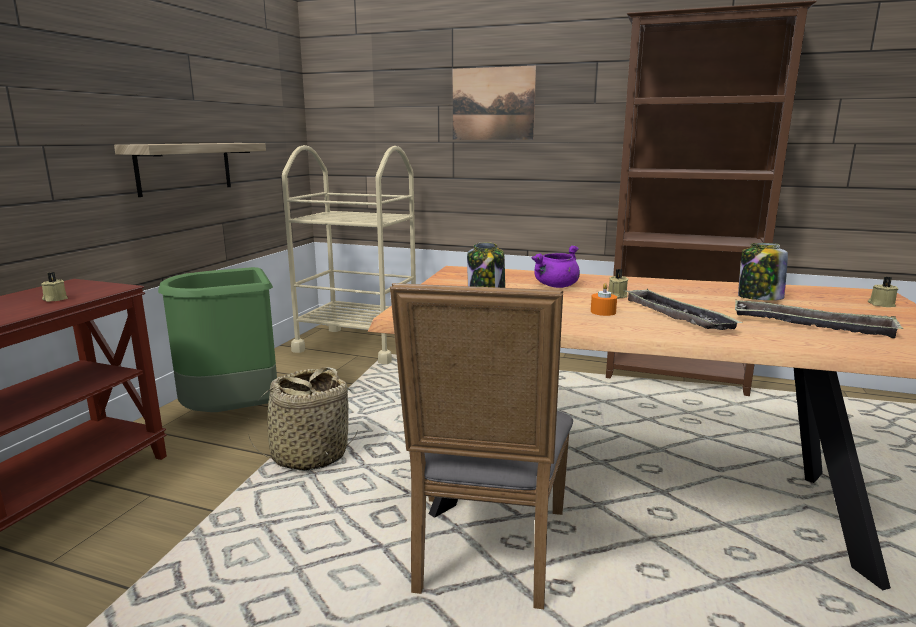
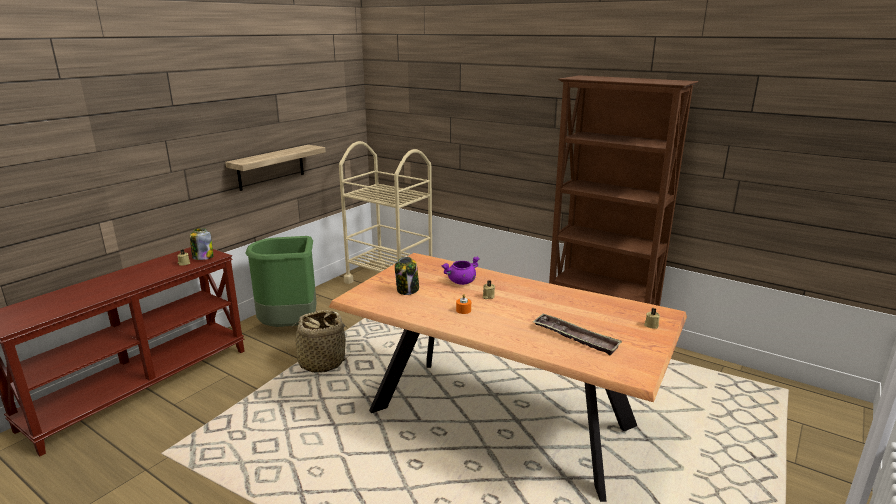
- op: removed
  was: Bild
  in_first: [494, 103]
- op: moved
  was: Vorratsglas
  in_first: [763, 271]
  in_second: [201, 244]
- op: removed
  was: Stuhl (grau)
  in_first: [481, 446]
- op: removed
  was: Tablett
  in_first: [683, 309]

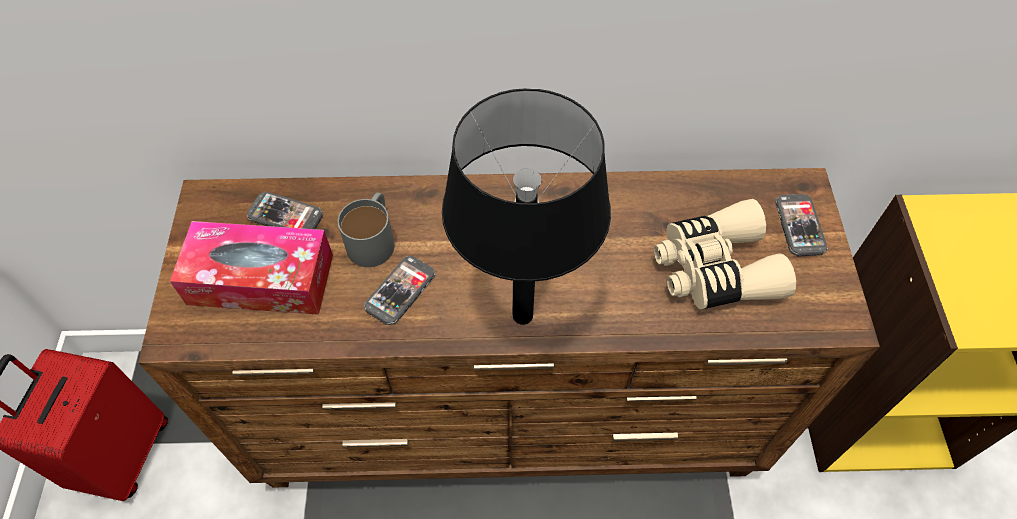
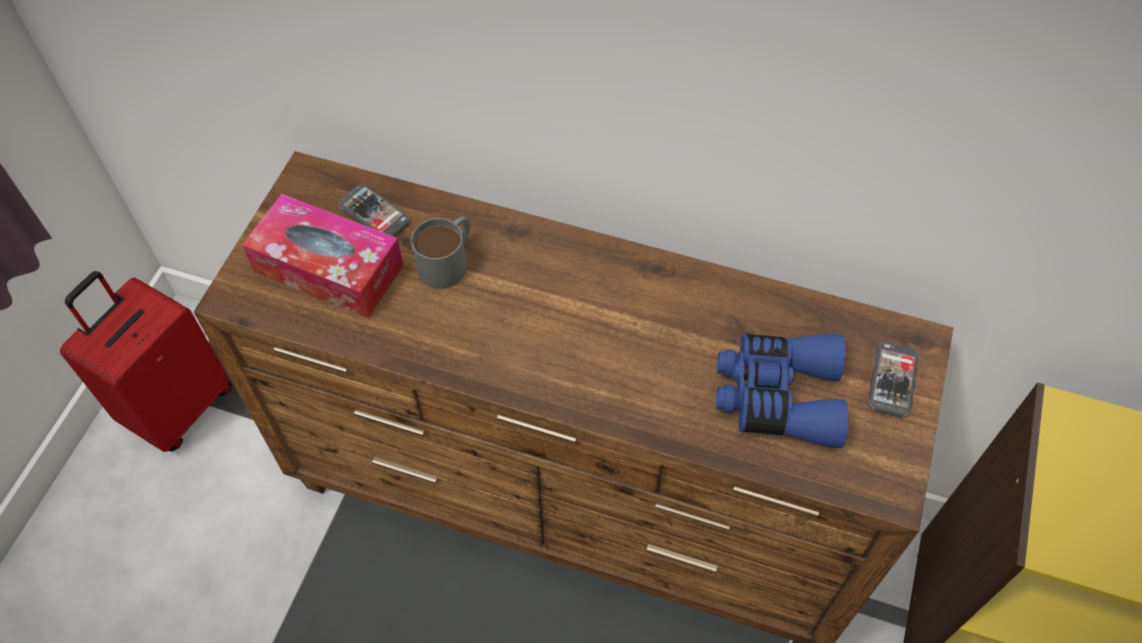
- op: removed
  was: Tischlampe (schwarz)
  in_first: [526, 206]
- op: recoloured
  was: Fernglas (beige)
  now: Fernglas (blau)
  in_first: [725, 254]
  in_second: [782, 391]
- op: removed
  was: Handy
  in_first: [399, 290]

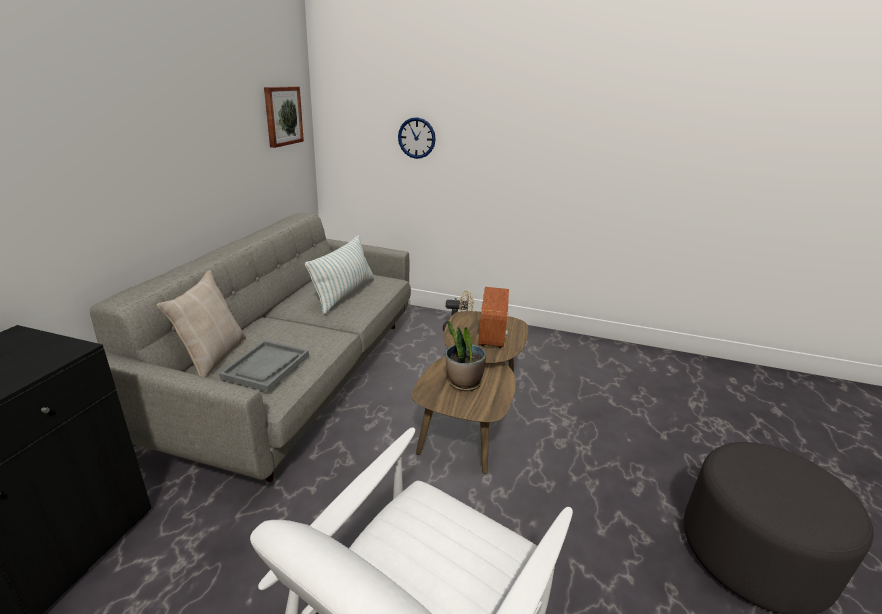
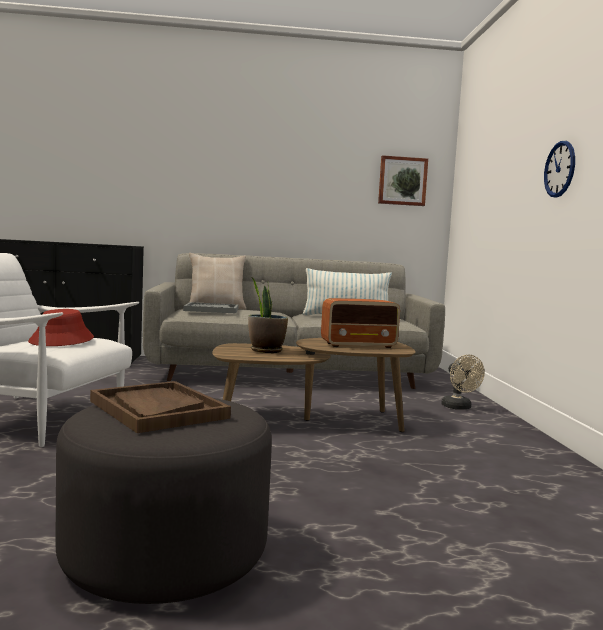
- op: moved
  was: Wanduhr
  in_first: [417, 138]
  in_second: [559, 169]
- op: added
  now: Hut (rot)
  in_second: [61, 327]
- op: added
  now: Tablett (braun)
  in_second: [160, 407]

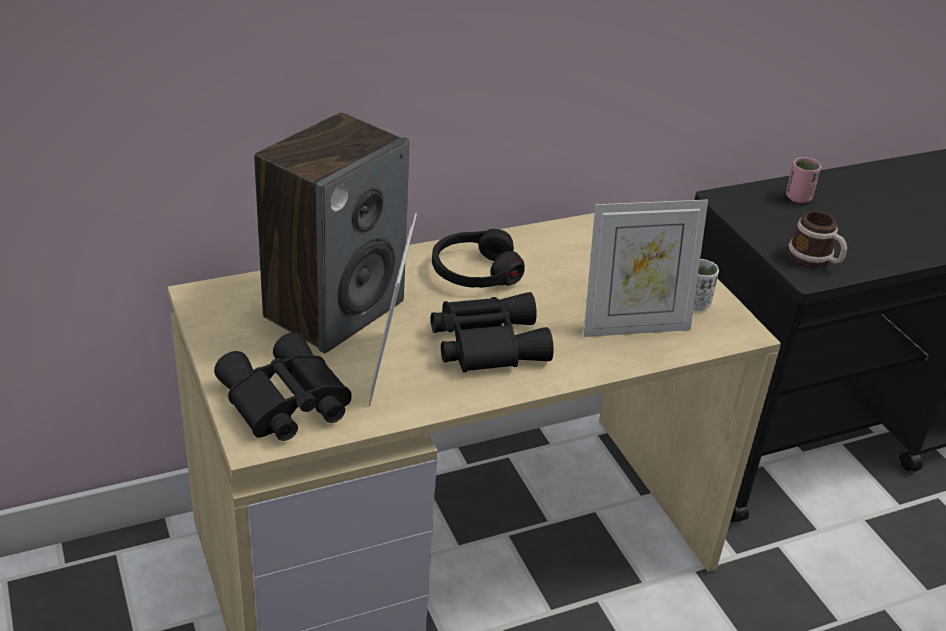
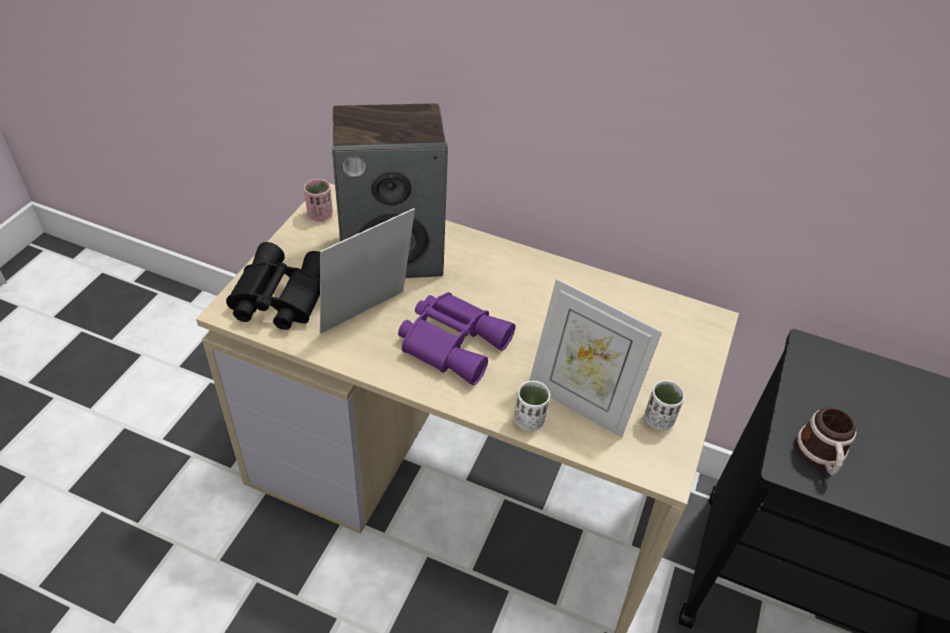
- op: moved
  was: Tasse (rosa)
  in_first: [803, 180]
  in_second: [318, 200]
- op: removed
  was: Kopfhörer (schwarz)
  in_first: [478, 258]
- op: recoloured
  was: Fernglas (schwarz)
  now: Fernglas (lila)
  in_first: [492, 332]
  in_second: [456, 338]
- op: added
  now: Tasse (weiß)
  in_second: [532, 406]

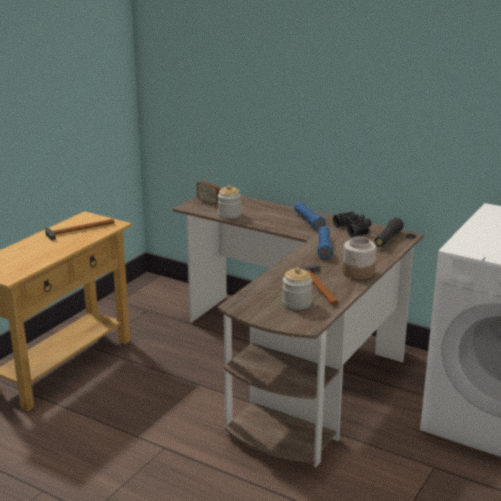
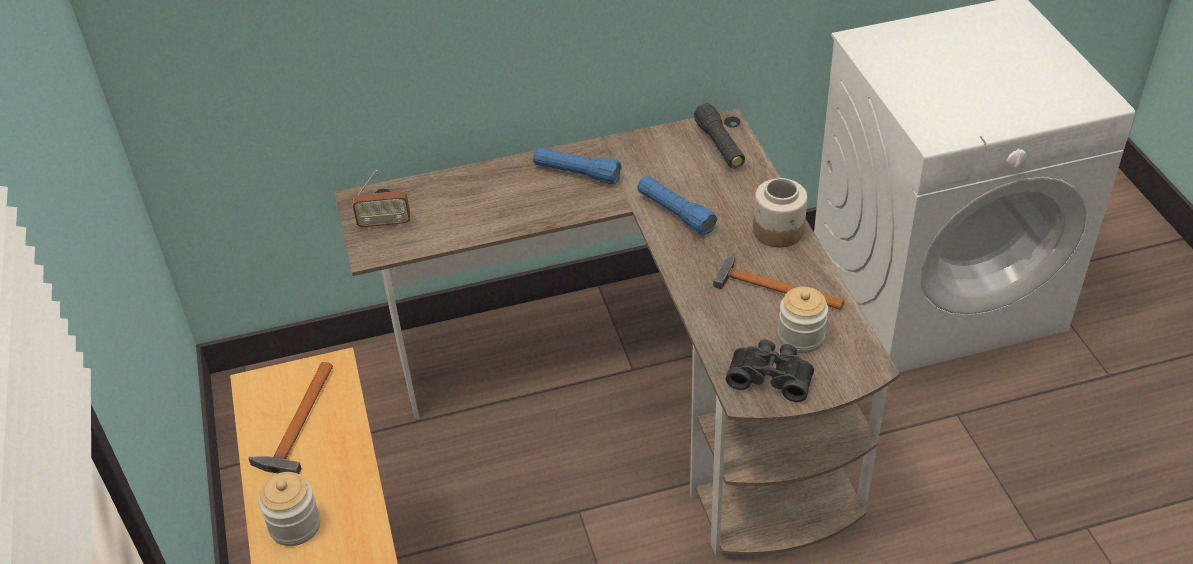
- op: moved
  was: Vorratsglas
  in_first: [229, 202]
  in_second: [289, 509]
- op: moved
  was: Fernglas (schwarz)
  in_first: [352, 224]
  in_second: [769, 371]

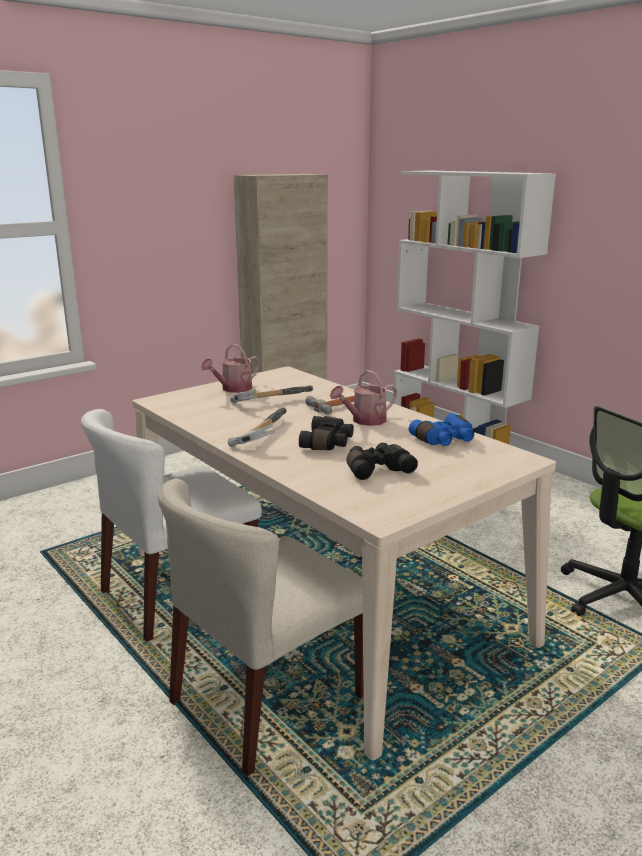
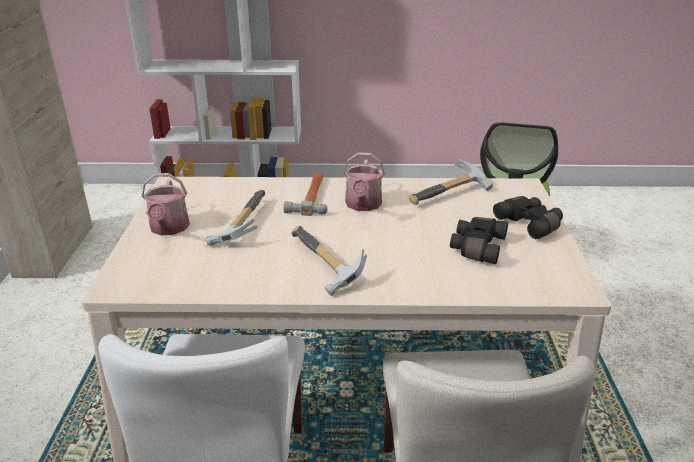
- op: replaced
  was: Fernglas (blau)
  now: Hammer
  in_first: [441, 429]
  in_second: [451, 182]
- op: moved
  was: Fernglas (schwarz)
  in_first: [326, 433]
  in_second: [528, 217]

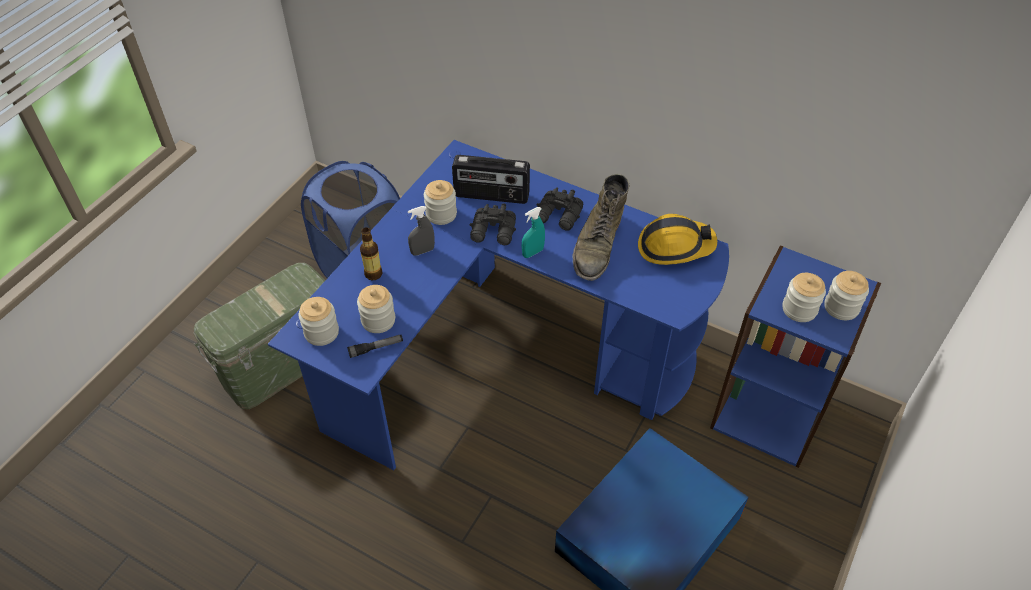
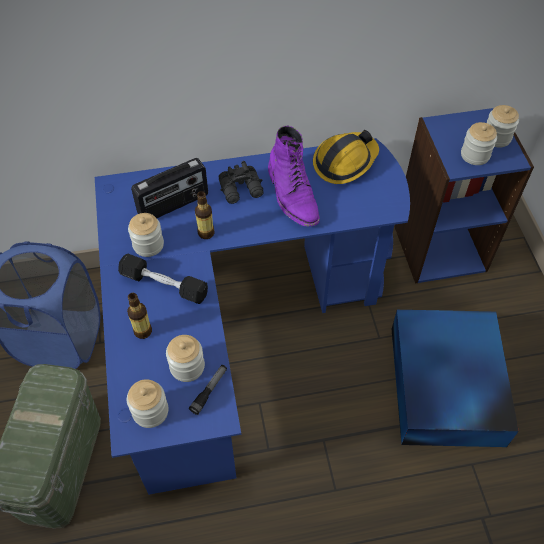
- op: recoloured
  was: Stiefel (grün)
  now: Stiefel (lila)
  in_first: [601, 227]
  in_second: [294, 176]
- op: replaced
  was: Fernglas (schwarz)
  now: Flasche
  in_first: [493, 224]
  in_second: [205, 215]
- op: replaced
  was: Sprühflasche (grau)
  now: Hantel (schwarz)
  in_first: [421, 231]
  in_second: [163, 279]
- op: removed
  was: Sprühflasche (türkis)
  in_first: [533, 232]

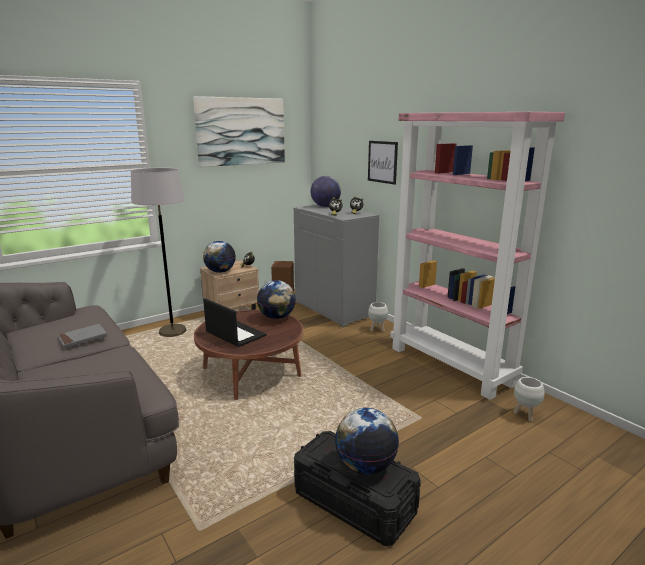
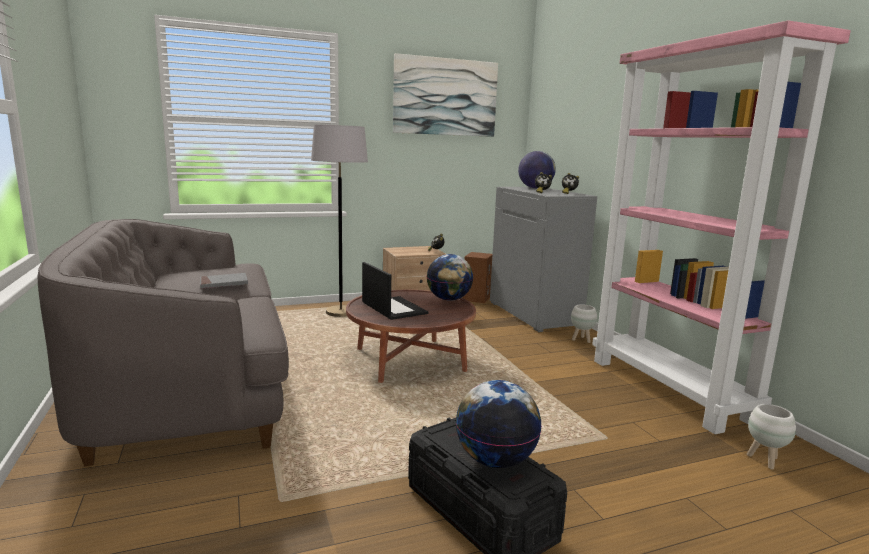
- op: removed
  was: Bild
  in_first: [383, 163]
- op: removed
  was: Globus
  in_first: [219, 257]

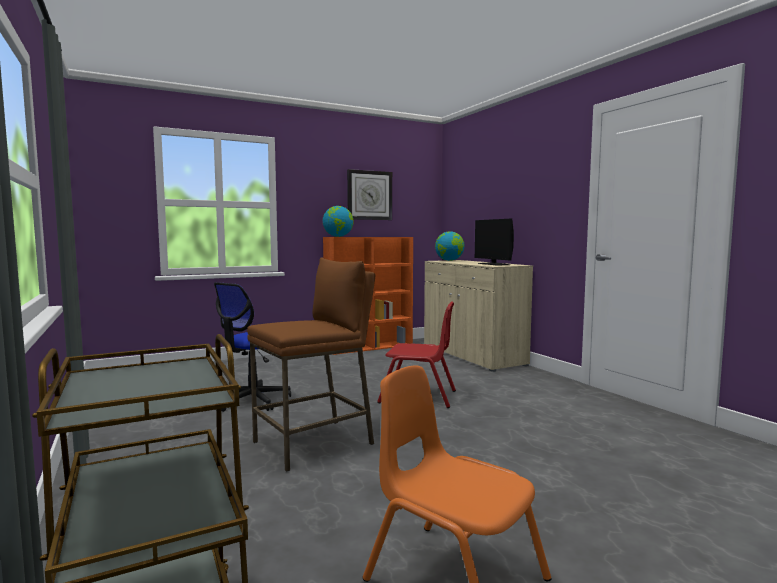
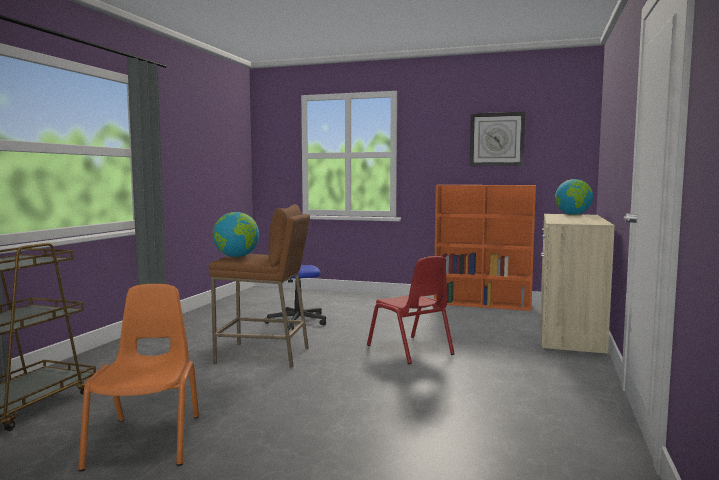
- op: moved
  was: Globus
  in_first: [338, 221]
  in_second: [236, 234]
- op: removed
  was: Monitor
  in_first: [494, 242]

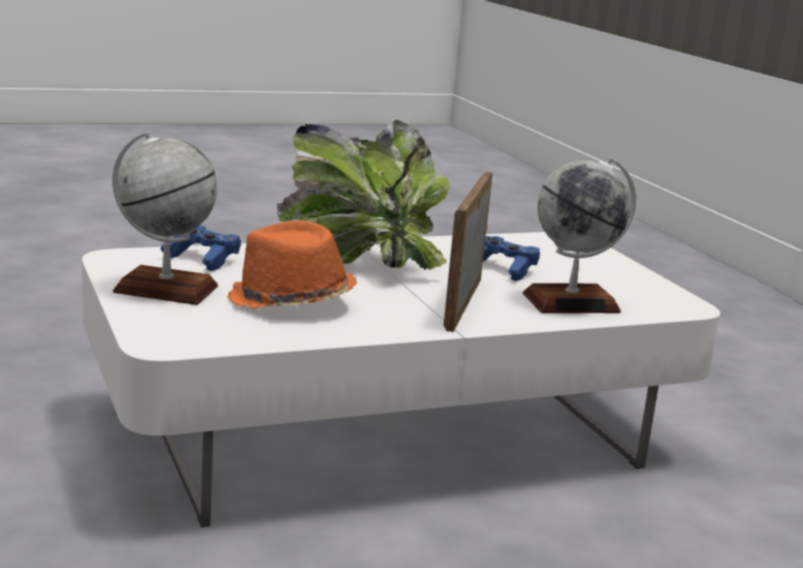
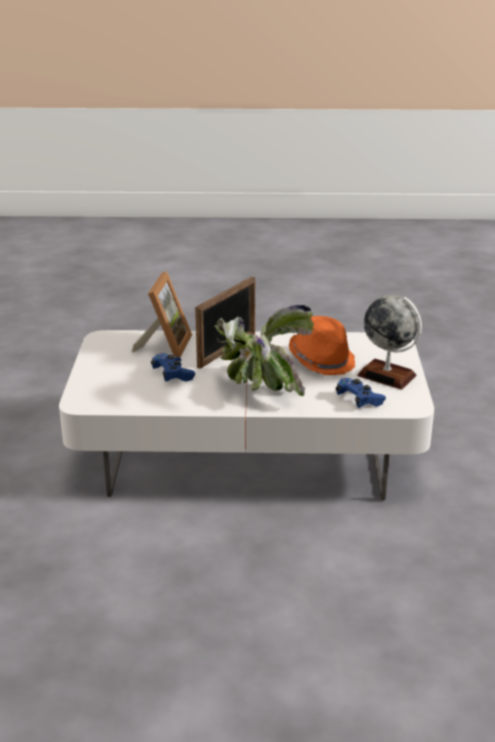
- op: replaced
  was: Globus
  now: Bilderrahmen
  in_first: [579, 234]
  in_second: [162, 314]

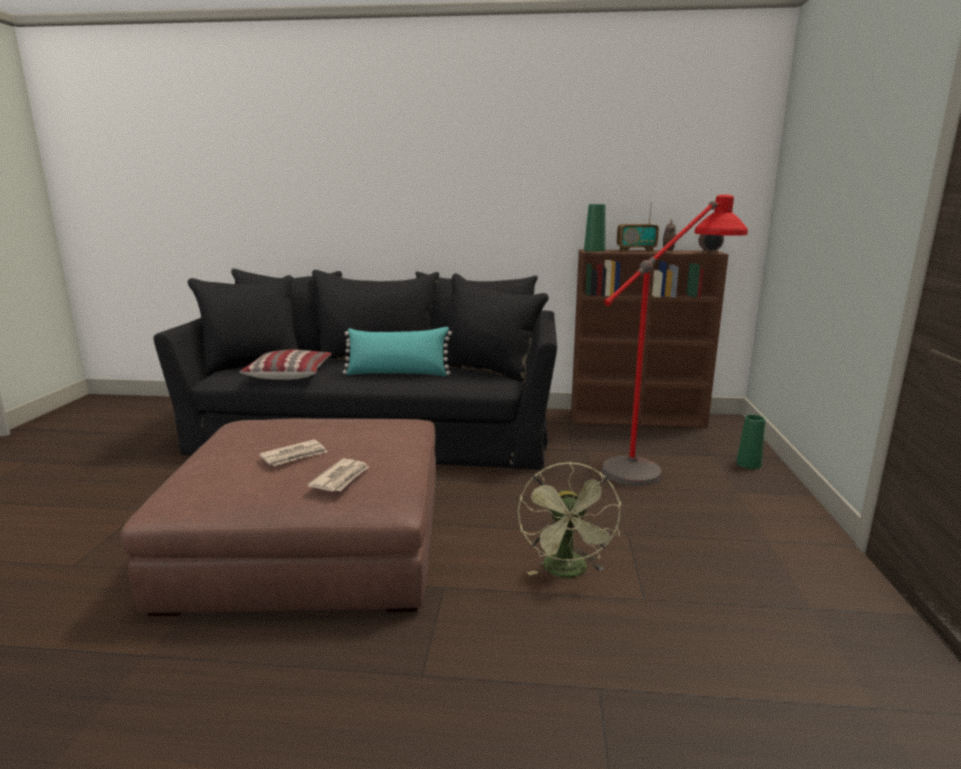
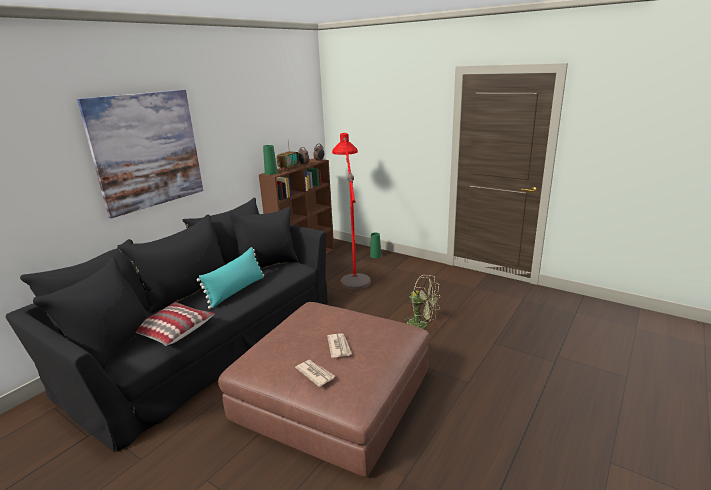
- op: moved
  was: Zeitung
  in_first: [338, 475]
  in_second: [315, 373]
- op: added
  now: Bild
  in_second: [140, 154]

